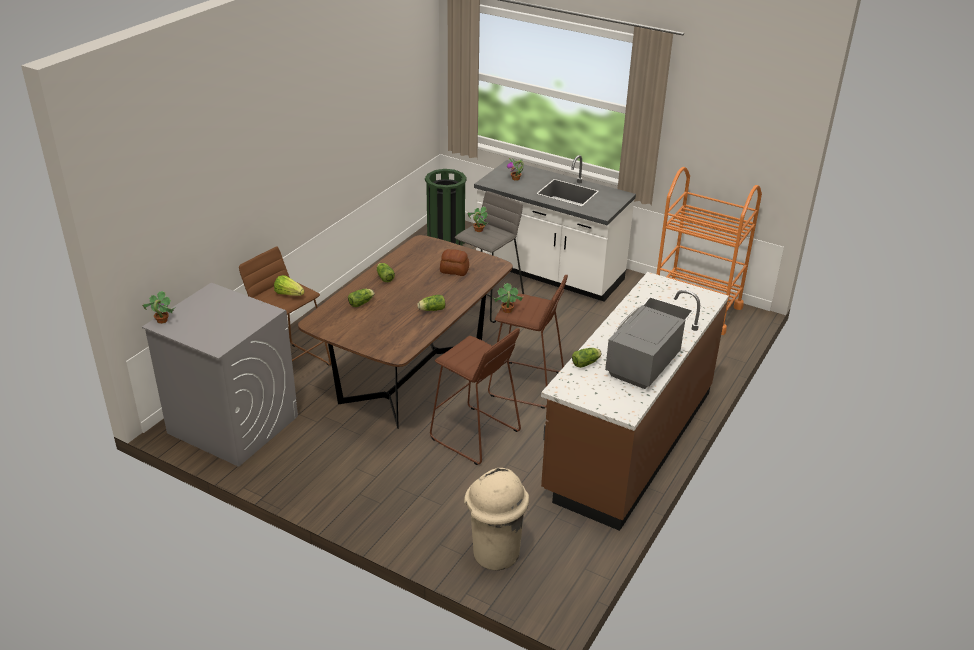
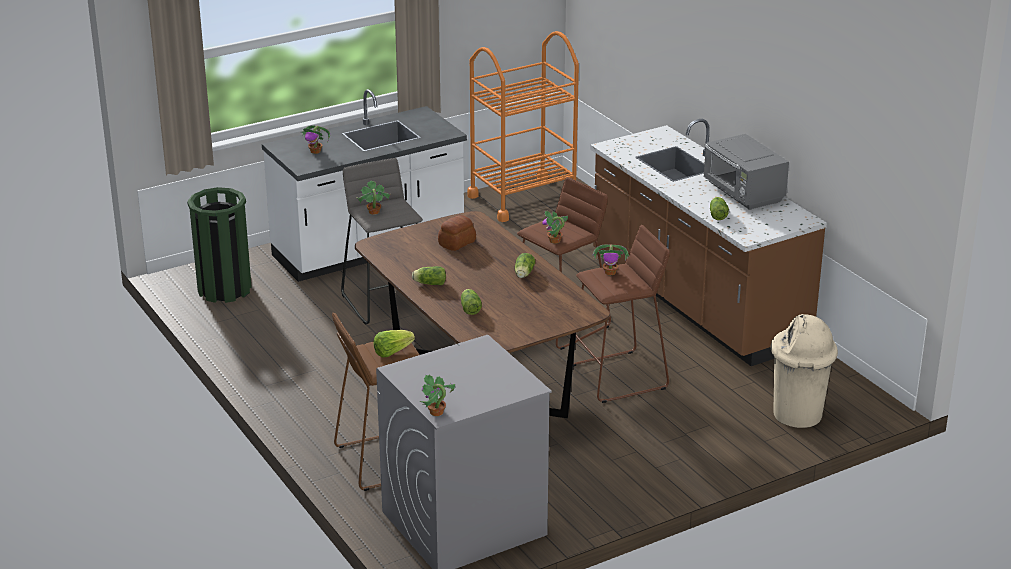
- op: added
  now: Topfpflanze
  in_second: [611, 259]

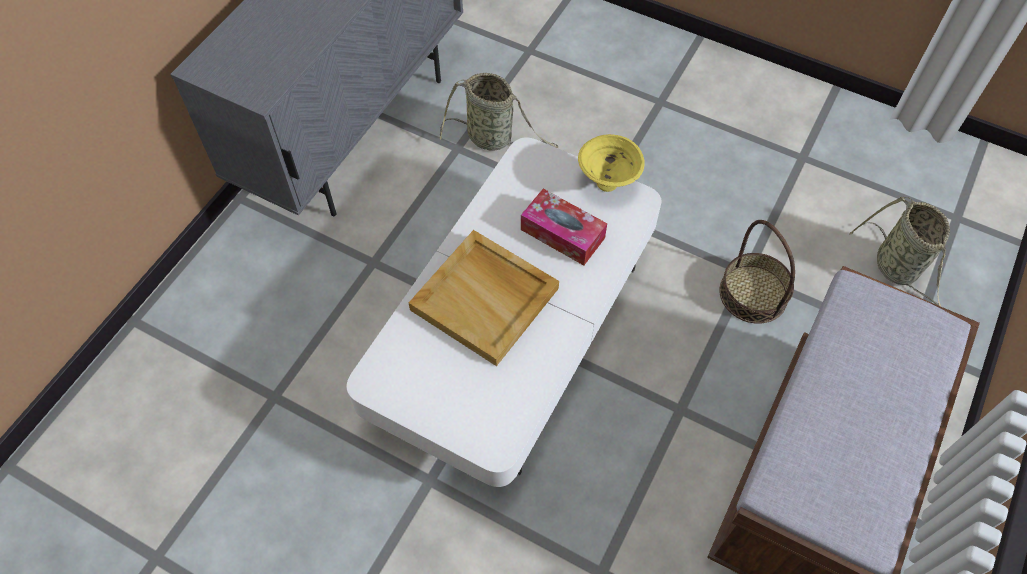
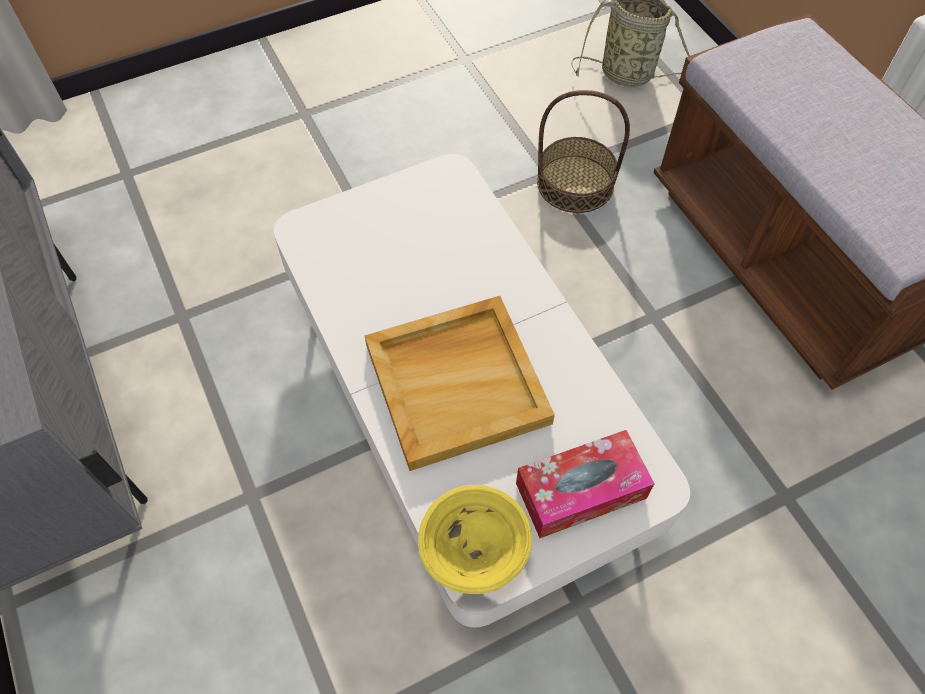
- op: removed
  was: Korb
  in_first: [499, 112]
- op: moved
  was: Schüssel (gelb)
  in_first: [611, 163]
  in_second: [475, 539]
- op: moved
  was: Taschentuchbox
  in_first: [564, 227]
  in_second: [585, 484]

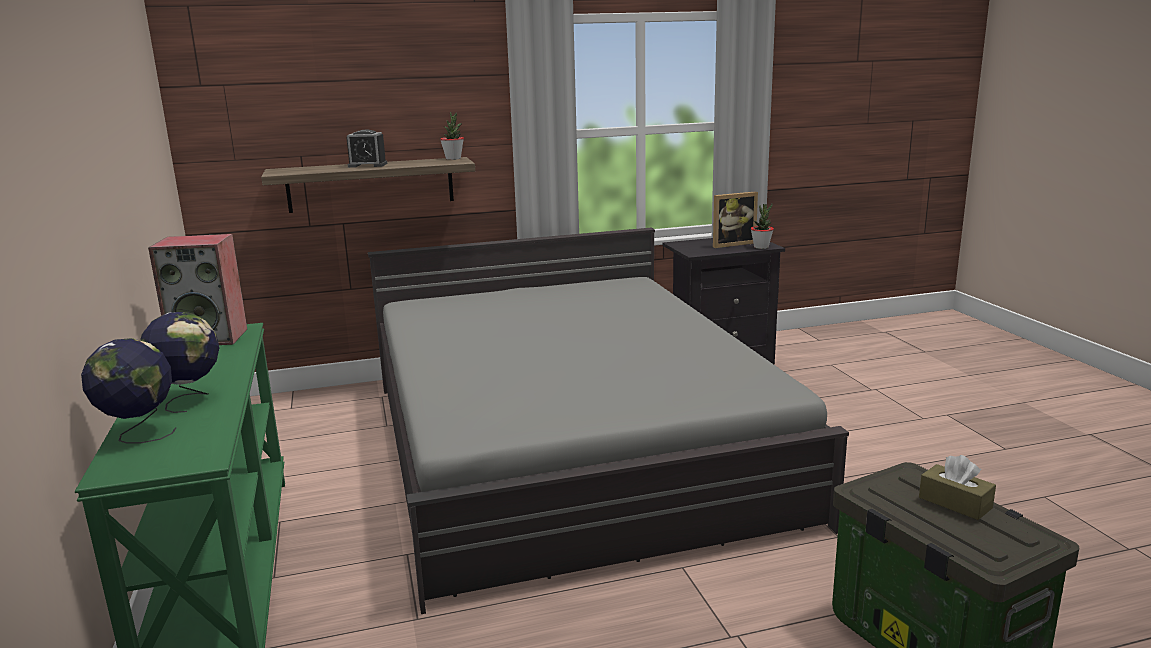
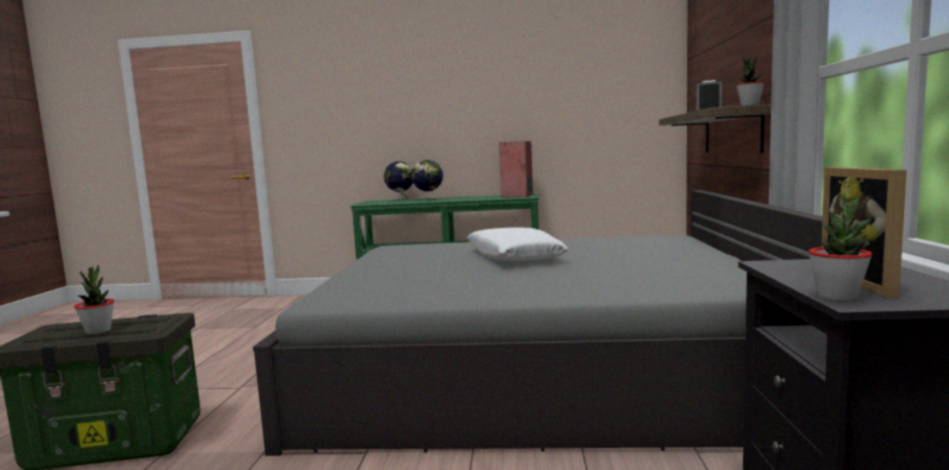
- op: replaced
  was: Taschentuchbox (braun)
  now: Topfpflanze
  in_first: [957, 487]
  in_second: [94, 299]
- op: added
  now: Kissen (weiß)
  in_second: [517, 244]

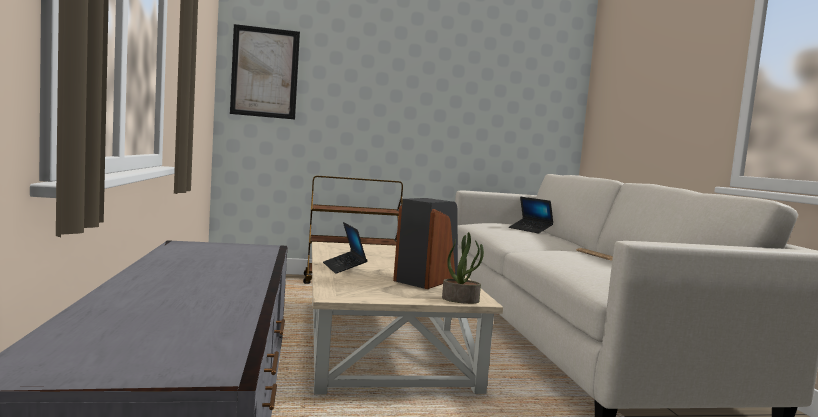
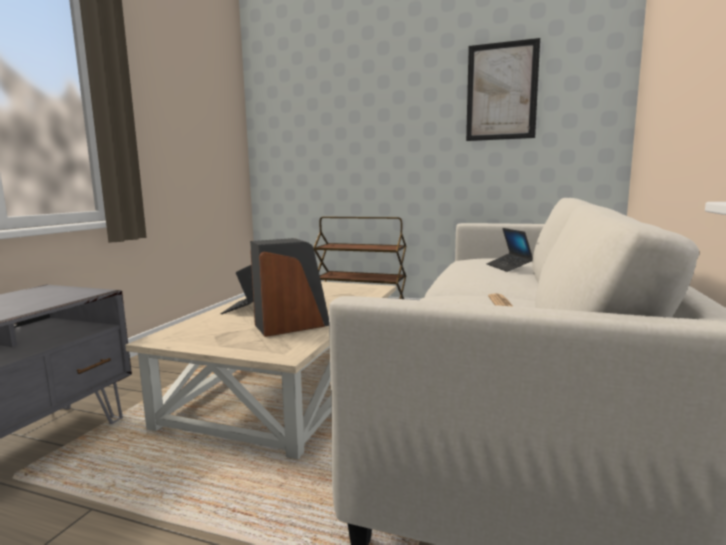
- op: moved
  was: Bild
  in_first: [265, 71]
  in_second: [503, 89]
- op: removed
  was: Topfpflanze
  in_first: [463, 268]

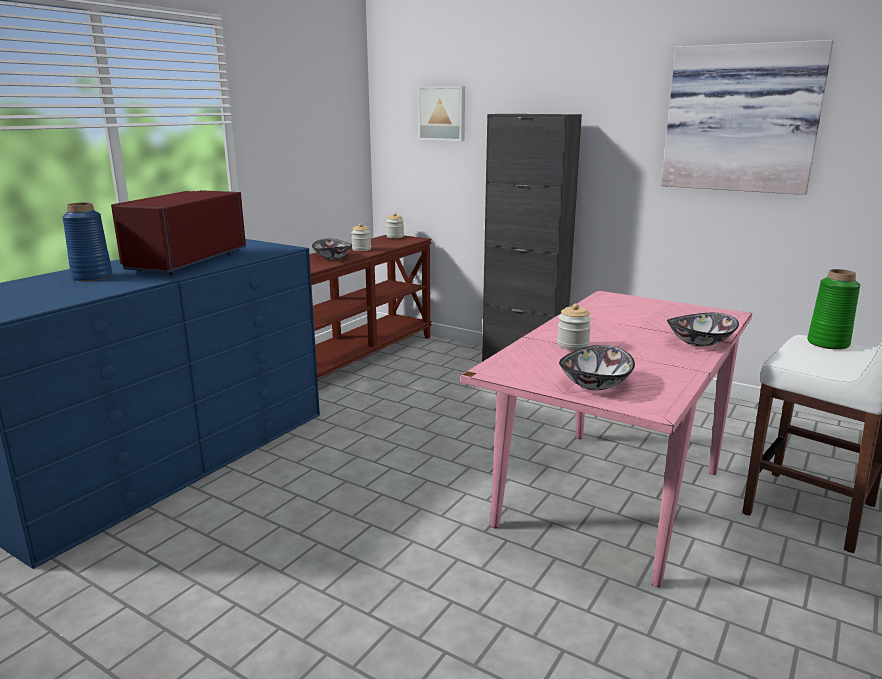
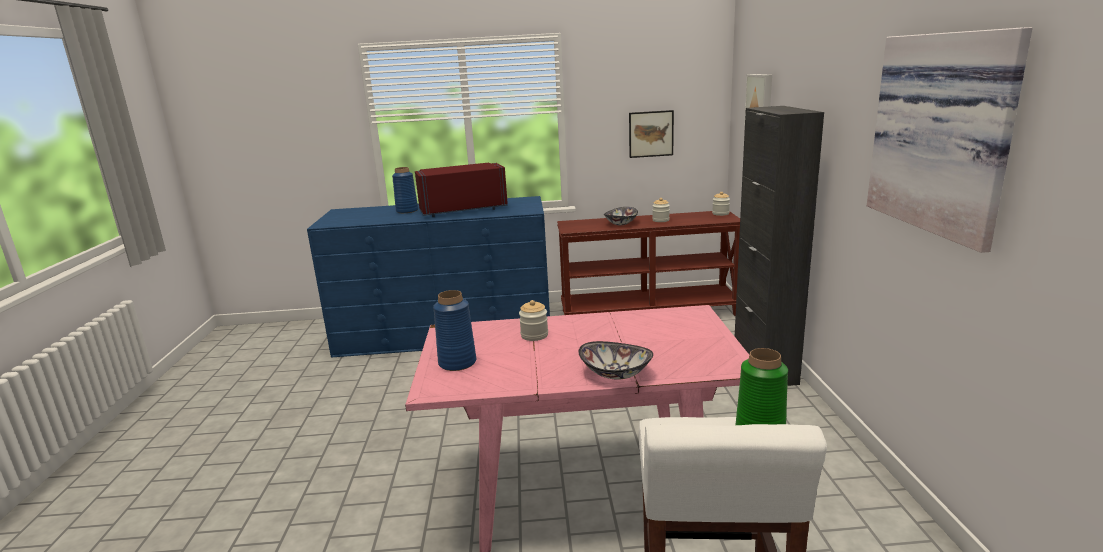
- op: replaced
  was: Schüssel
  now: Vase (blau)
  in_first: [597, 367]
  in_second: [454, 330]
- op: added
  now: Bild
  in_second: [651, 134]

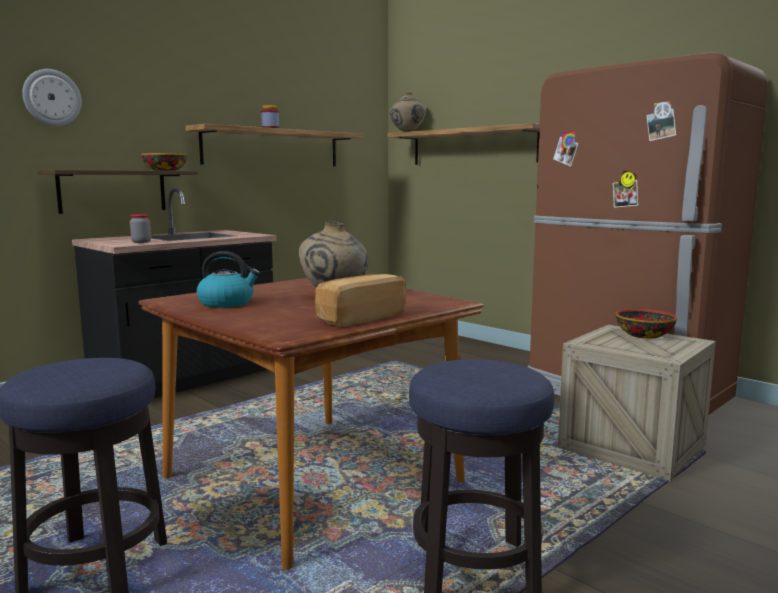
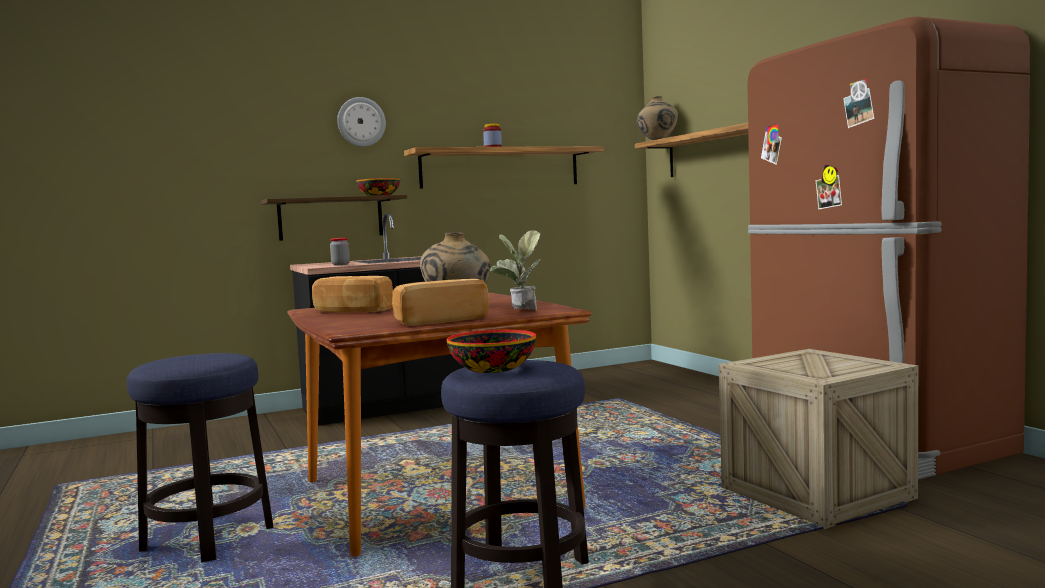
- op: moved
  was: Wanduhr
  in_first: [52, 97]
  in_second: [361, 122]
- op: replaced
  was: Wasserkessel
  now: Brot
  in_first: [228, 279]
  in_second: [352, 294]
- op: moved
  was: Schüssel
  in_first: [646, 323]
  in_second: [491, 351]
- op: added
  now: Topfpflanze
  in_second: [515, 270]

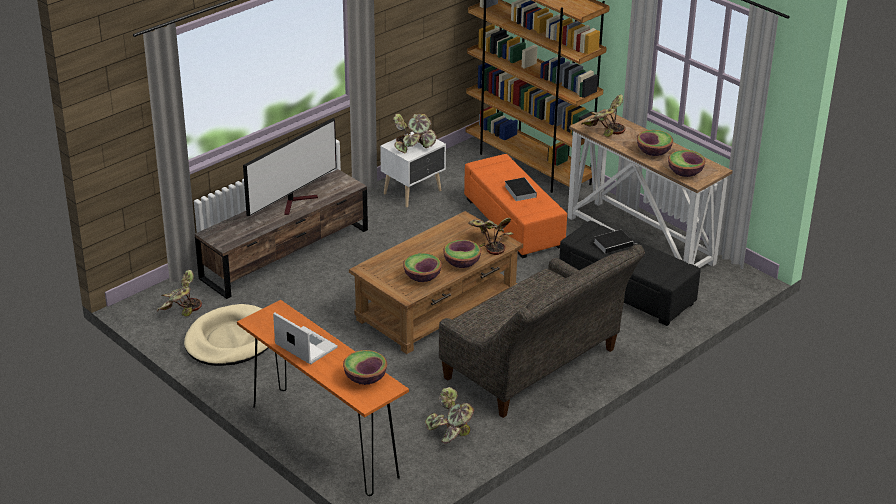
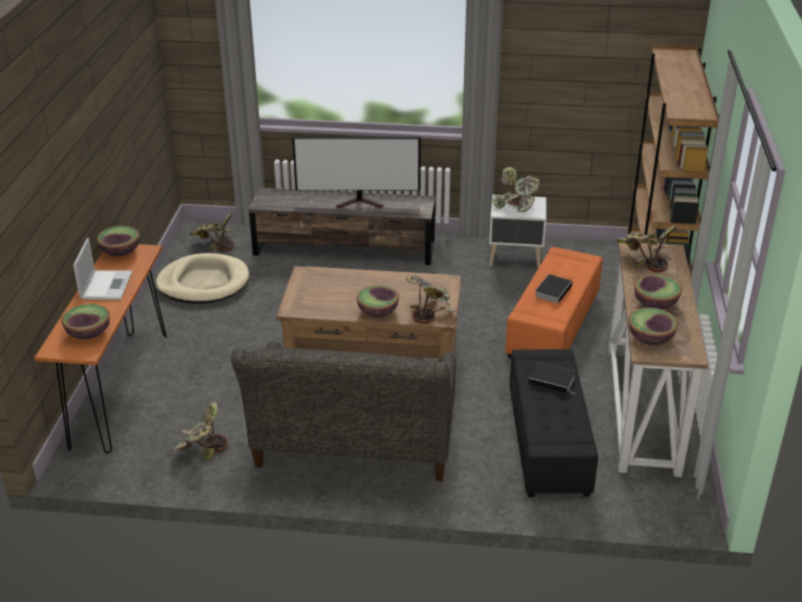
- op: moved
  was: Schüssel
  in_first: [422, 267]
  in_second: [118, 241]

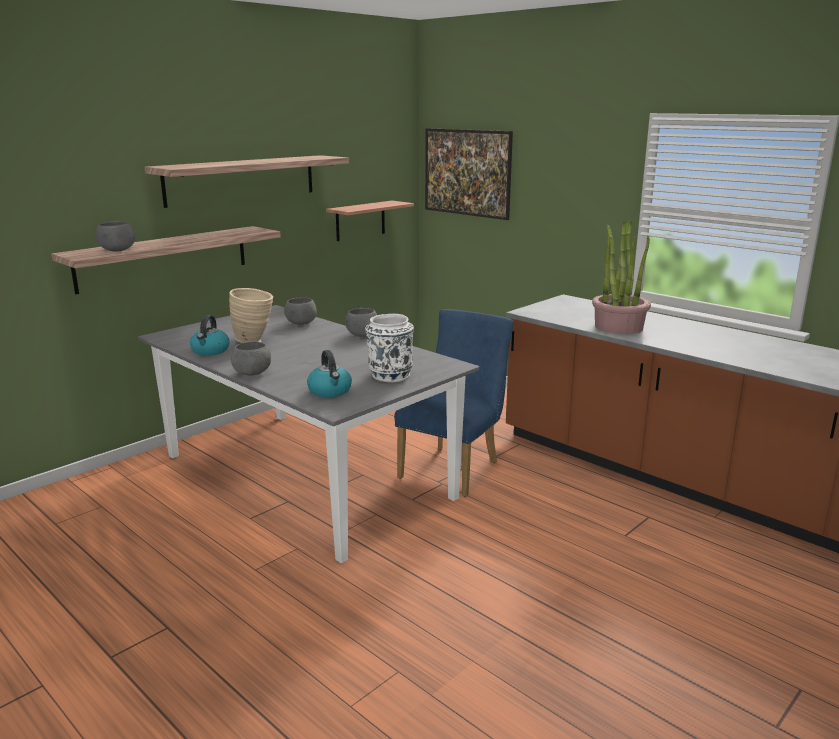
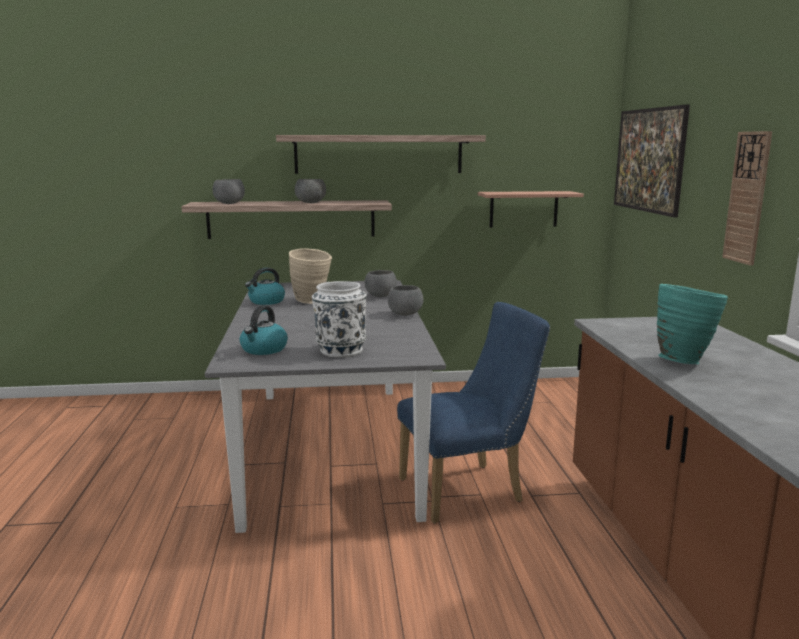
- op: replaced
  was: Topfpflanze
  now: Vase (türkis)
  in_first: [621, 276]
  in_second: [692, 324]
- op: moved
  was: Schüssel (grau)
  in_first: [251, 359]
  in_second: [310, 191]
- op: added
  now: Wanduhr
  in_second: [747, 198]

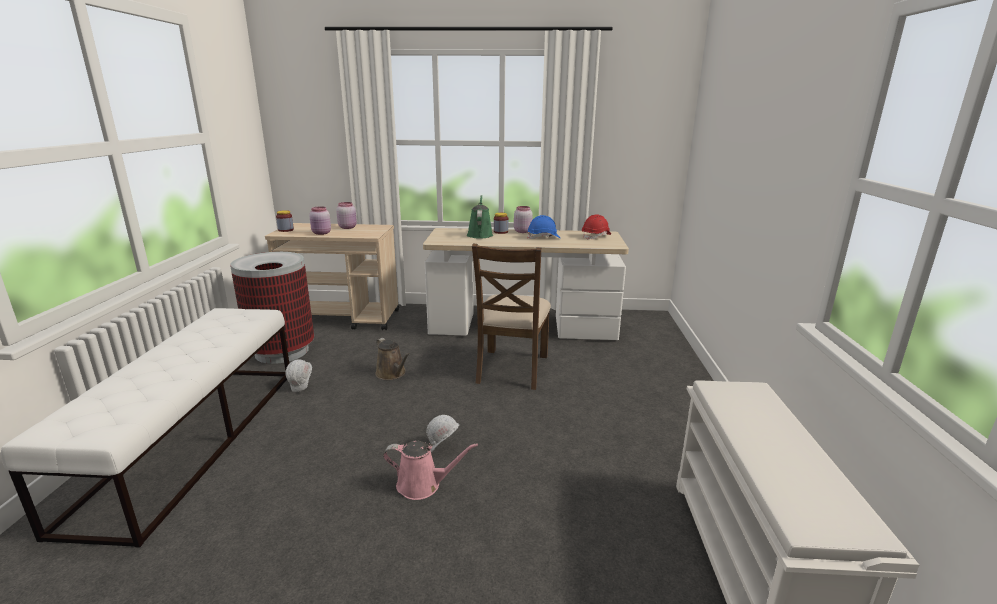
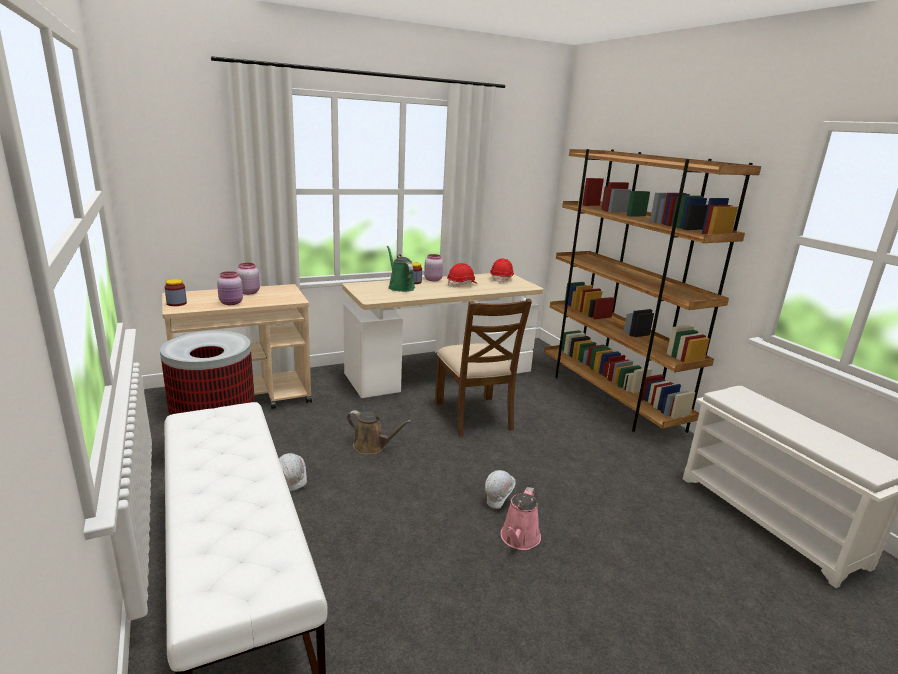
- op: recoloured
  was: Schutzhelm (blau)
  now: Schutzhelm (rot)
  in_first: [543, 227]
  in_second: [462, 275]
- op: turned
  was: Gießkanne (rosa)
  in_first: [430, 470]
  in_second: [520, 518]
  clockwise: 135
- op: added
  now: Bücherregal (braun)
  in_second: [652, 291]

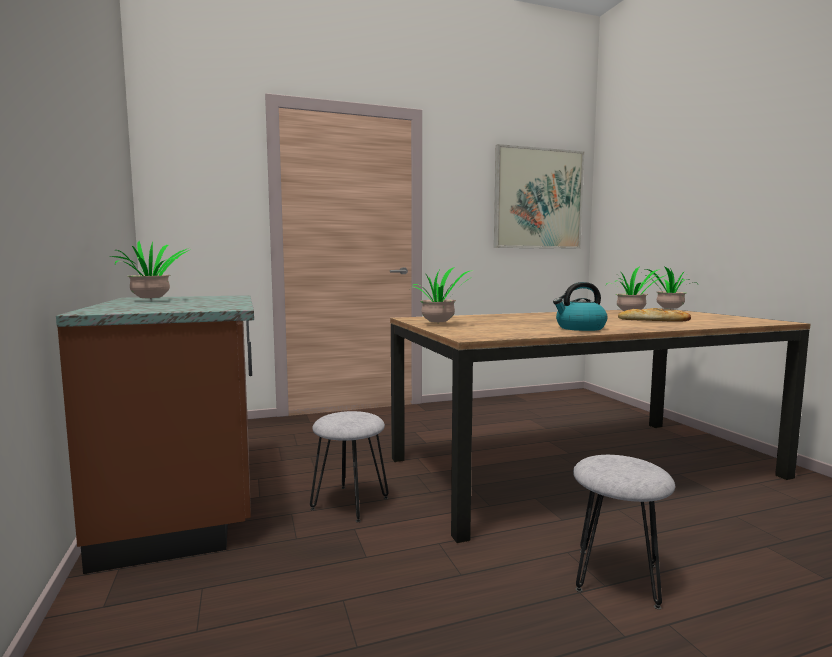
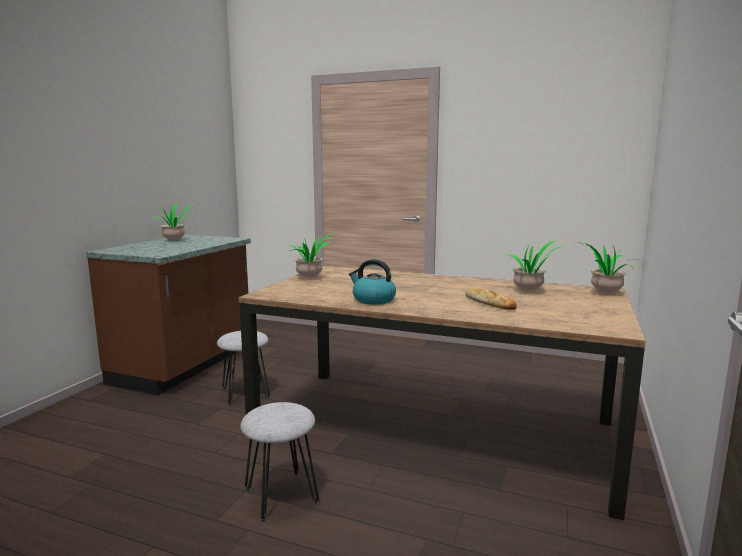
- op: removed
  was: Bild
  in_first: [539, 196]

